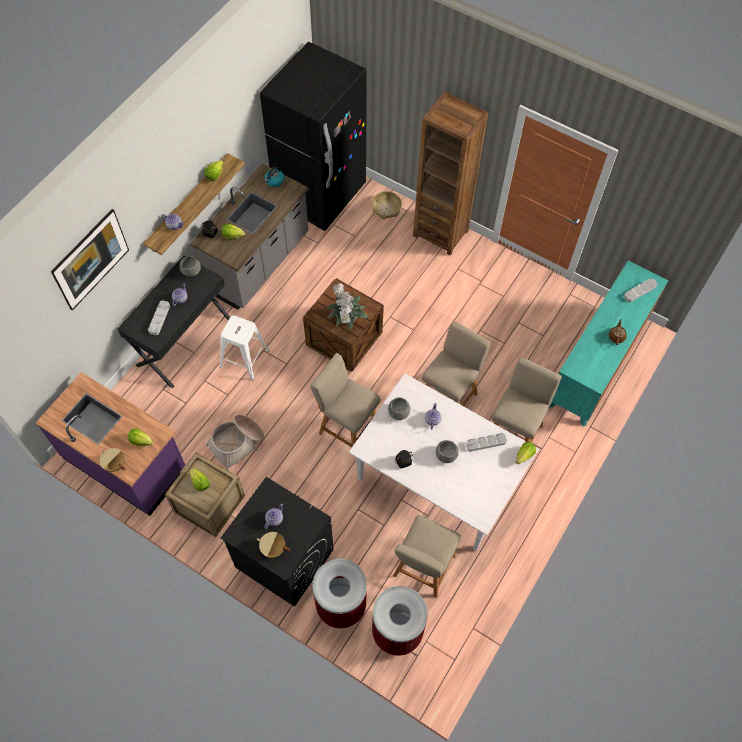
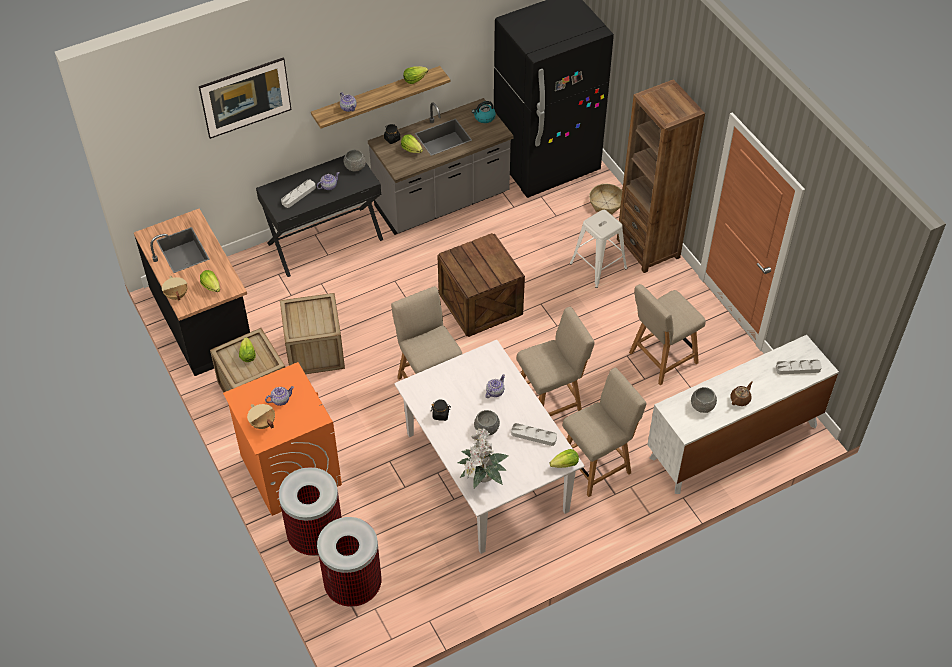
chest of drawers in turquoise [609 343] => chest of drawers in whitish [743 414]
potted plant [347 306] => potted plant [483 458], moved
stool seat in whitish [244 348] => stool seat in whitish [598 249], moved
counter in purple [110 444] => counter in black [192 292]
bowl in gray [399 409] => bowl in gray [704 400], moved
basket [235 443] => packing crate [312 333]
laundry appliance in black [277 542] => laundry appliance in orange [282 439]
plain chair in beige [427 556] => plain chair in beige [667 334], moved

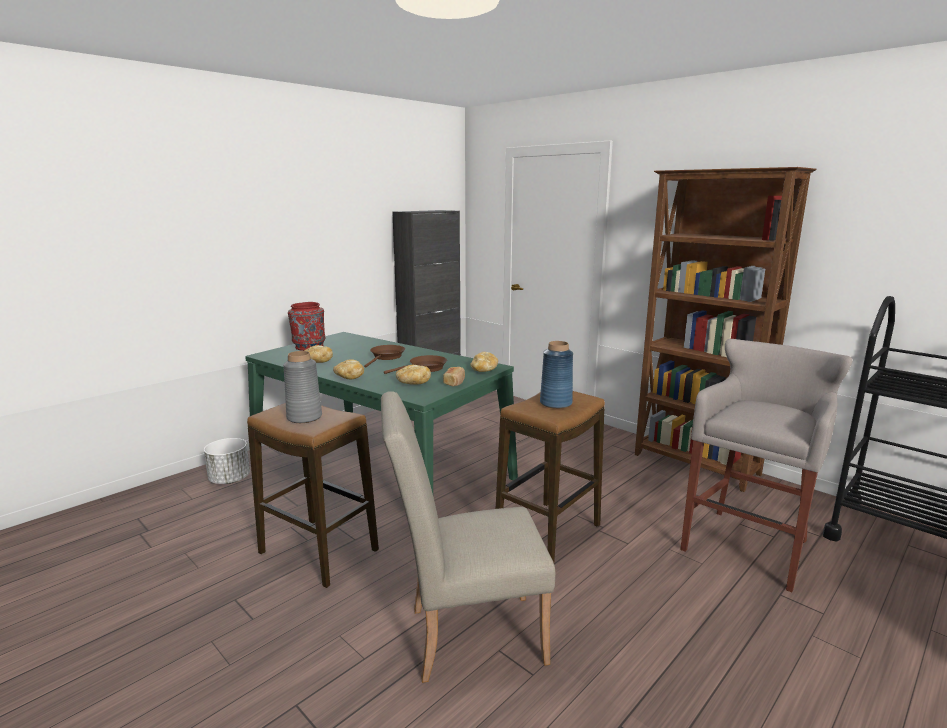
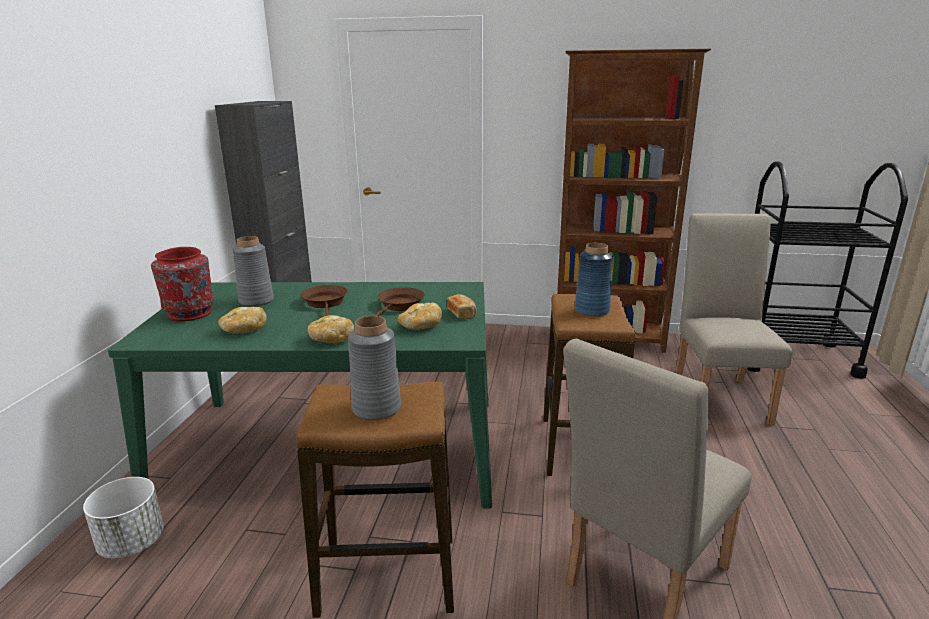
stool seat in gray [766 465] => plain chair in beige [734 319]
bread [484 362] => nothing
nothing => decorative vase in gray [253 271]

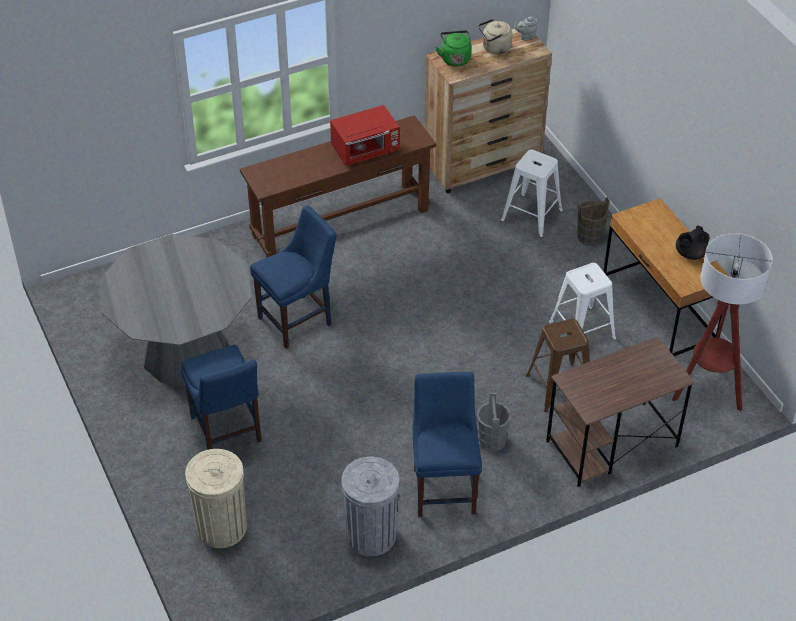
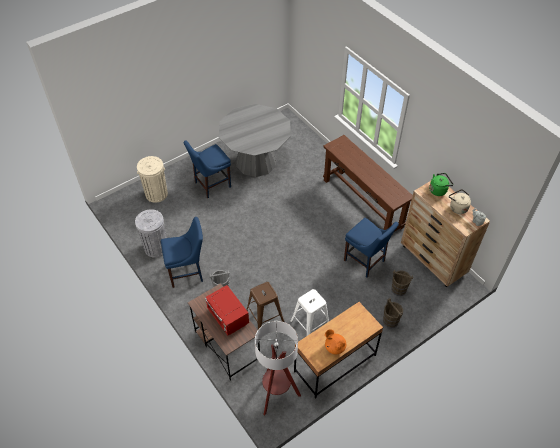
kitchen microwave in reddish [365 135] => kitchen microwave in reddish [227 310], moved
stool seat in whitish [532 193] => bucket in brown-coloured [402 283]
plain chair in blue-coloured [293 277] => plain chair in blue-coloured [371 248], moved
pot for tea in black [693 242] => pot for tea in orange [335 341]

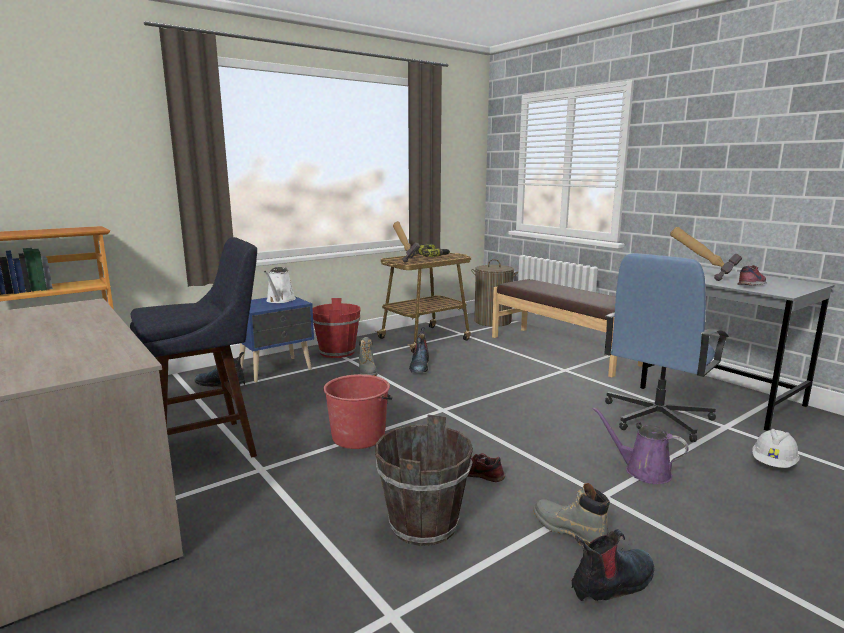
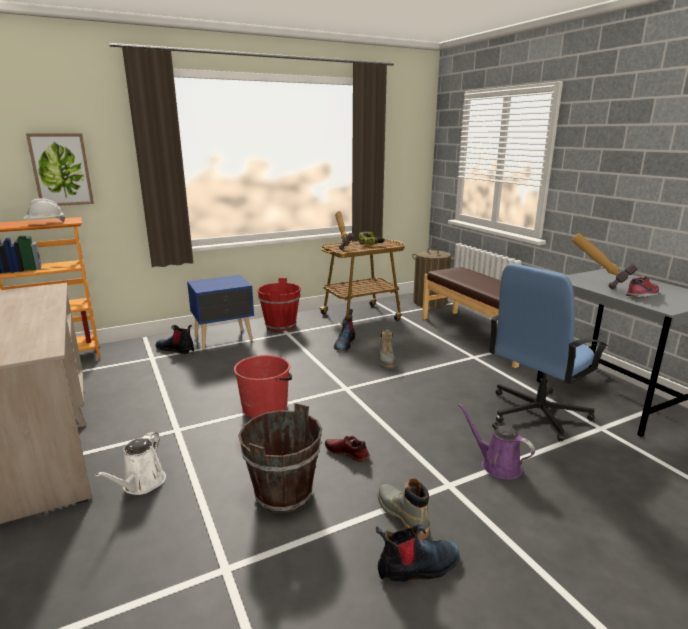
stool seat in blue-coloured [193 347] => nothing
sprinkling can in whitish [280 285] => sprinkling can in whitish [130 463], moved
high-top boot in gray [368 356] => high-top boot in gray [387 348], moved
hard hat in whitish [776 448] => hard hat in whitish [44 210], moved
nothing => wall picture [60 170]

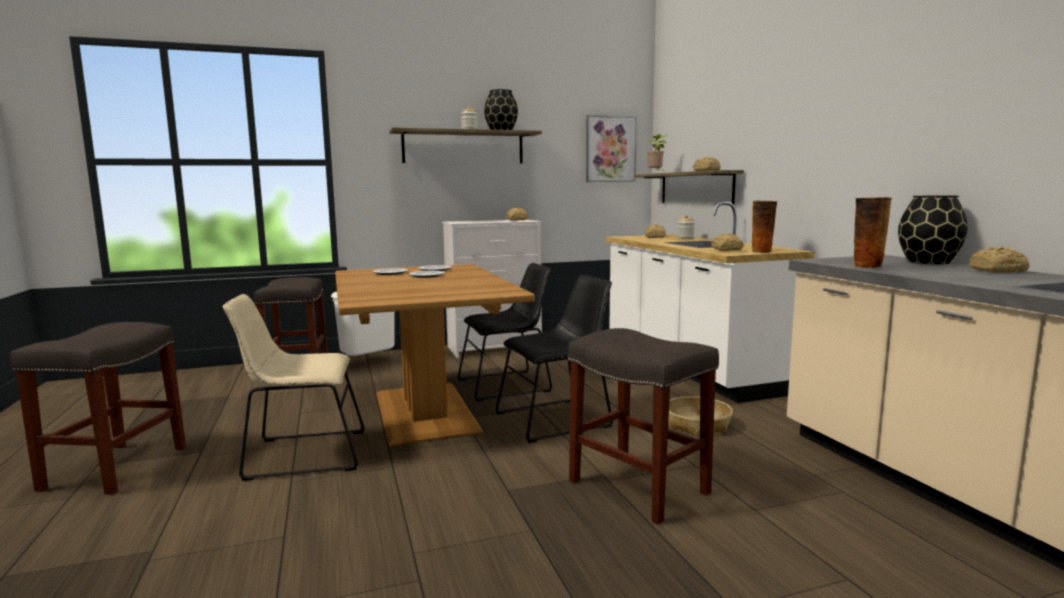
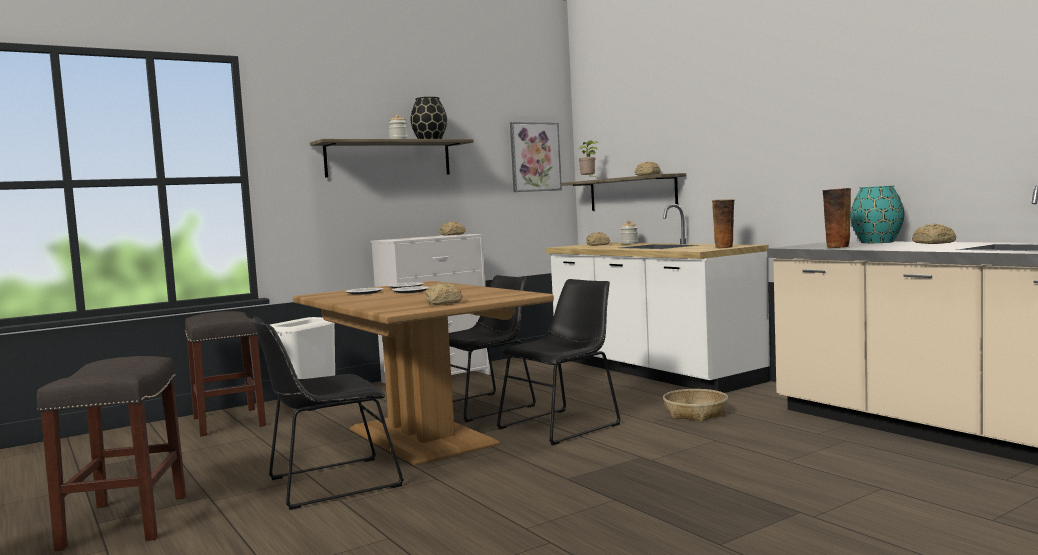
decorative vase in black [933 230] => decorative vase in turquoise [877 214]
bread [727 242] => bread [444 293], moved
plain chair in beige [294 387] => plain chair in black [328 413]
stool seat in gray [643 426] => nothing

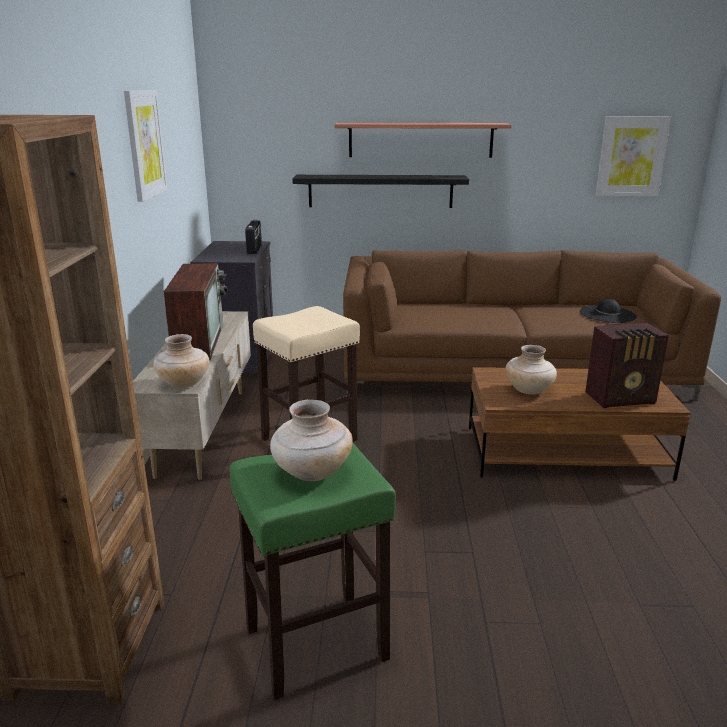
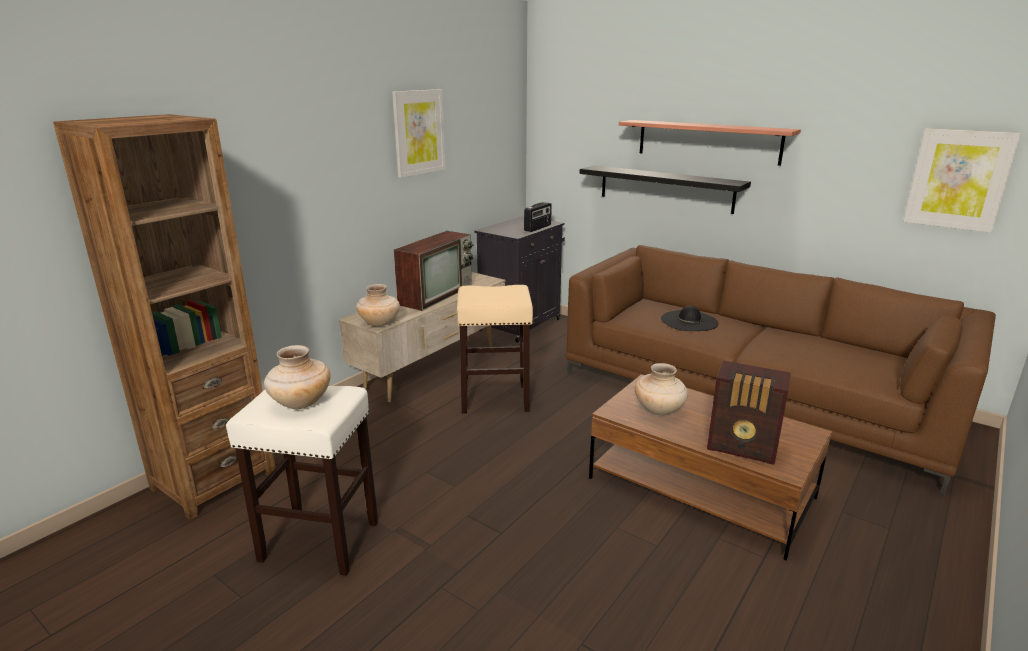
hat in black [608 311] => hat in black [690 318], moved
stool seat in greenish [312 571] => stool seat in whitish [302 481]

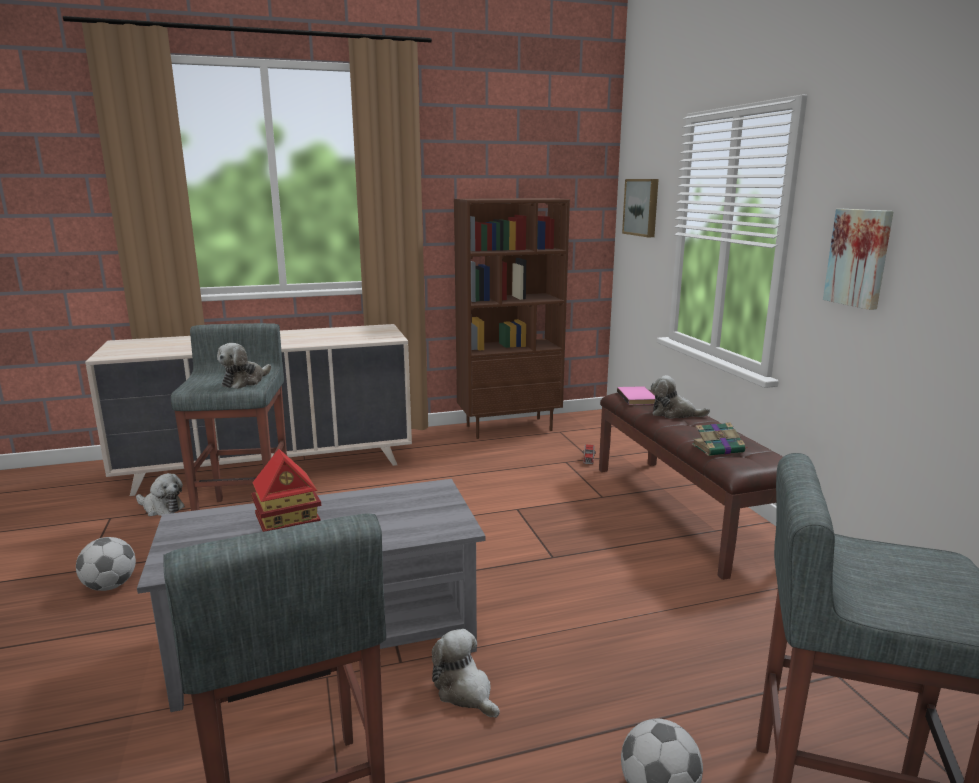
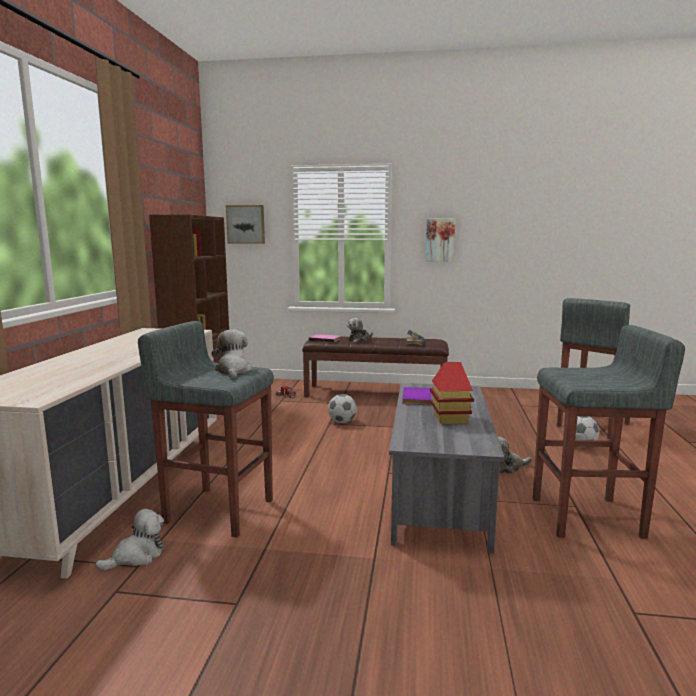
plush toy [244 366] => plush toy [231 354], 150 degrees counterclockwise
football [106 564] => football [342 408], moved
nothing => bound book in purple [416 396]

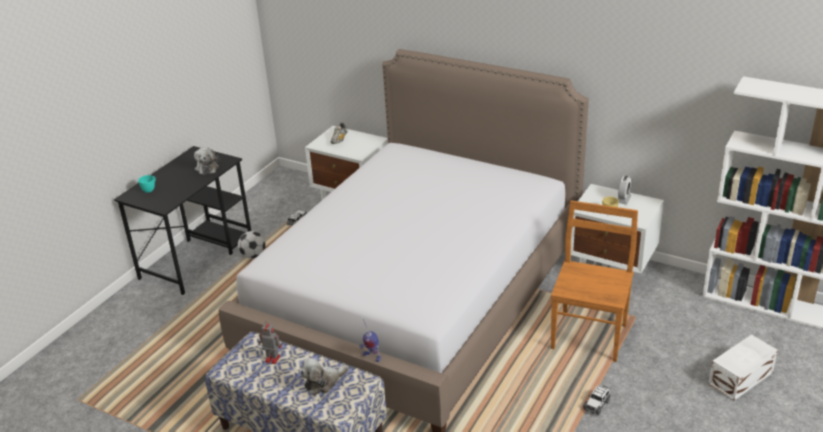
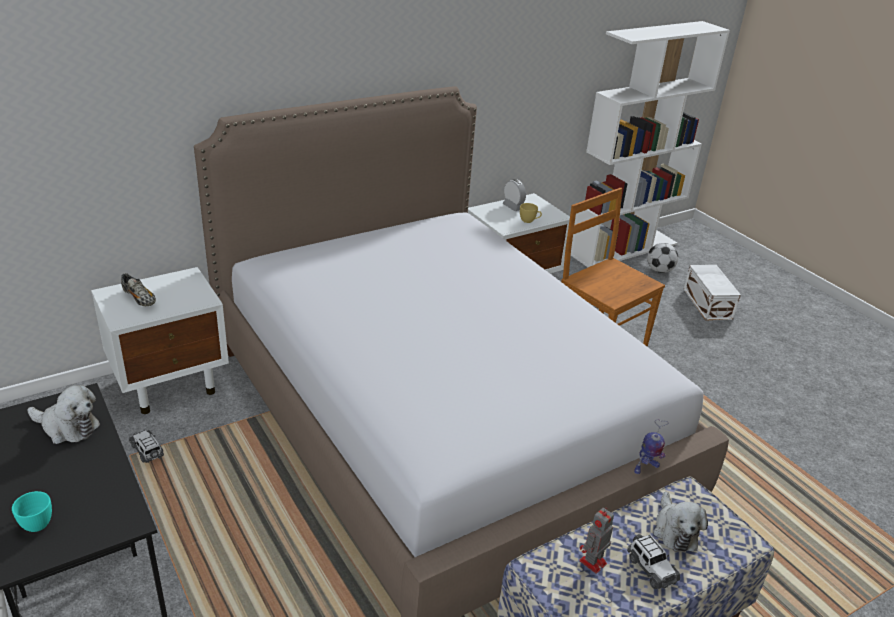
football [252 245] => football [662 258], moved
model car [597 400] => model car [653 561], moved

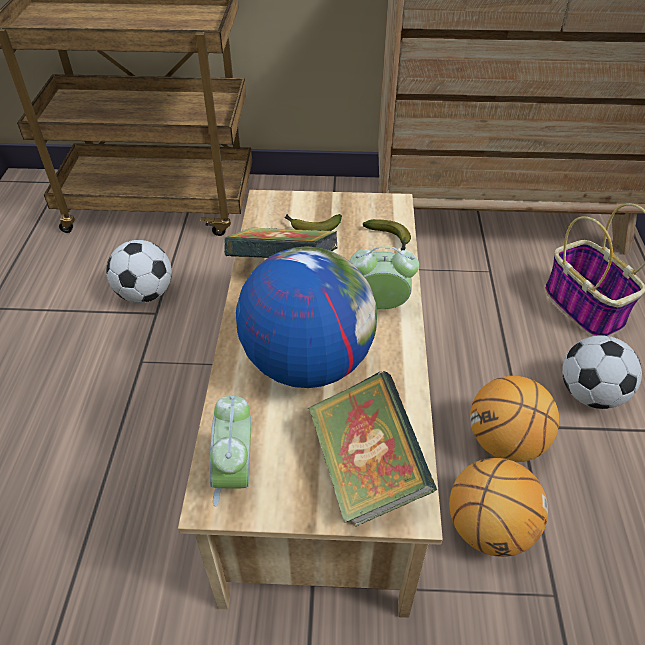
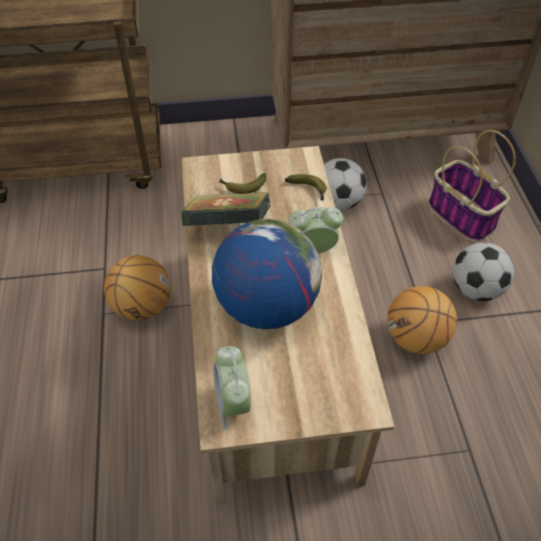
football [139 271] => football [345 184], moved
bound book [372 448] => nothing
basketball ball [498 507] => basketball ball [137 288], moved

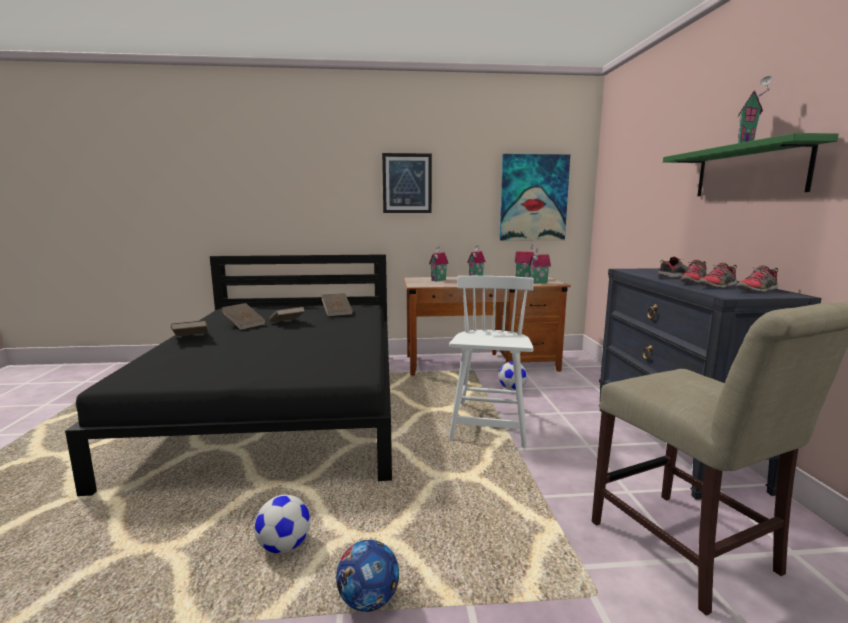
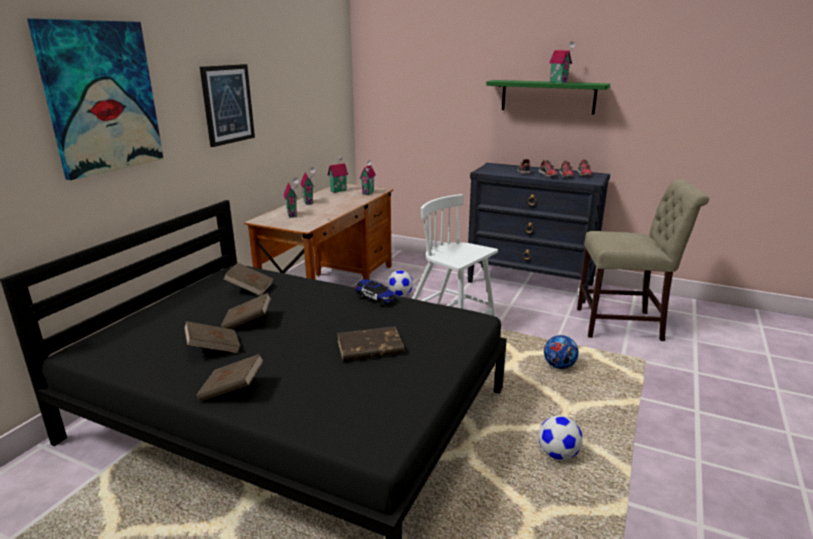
wall picture [535 197] => wall picture [95 99], moved
football [367 576] => football [561 352], moved
nothing => model car [376 292]
nothing => bound book in brown-coloured [371 343]

